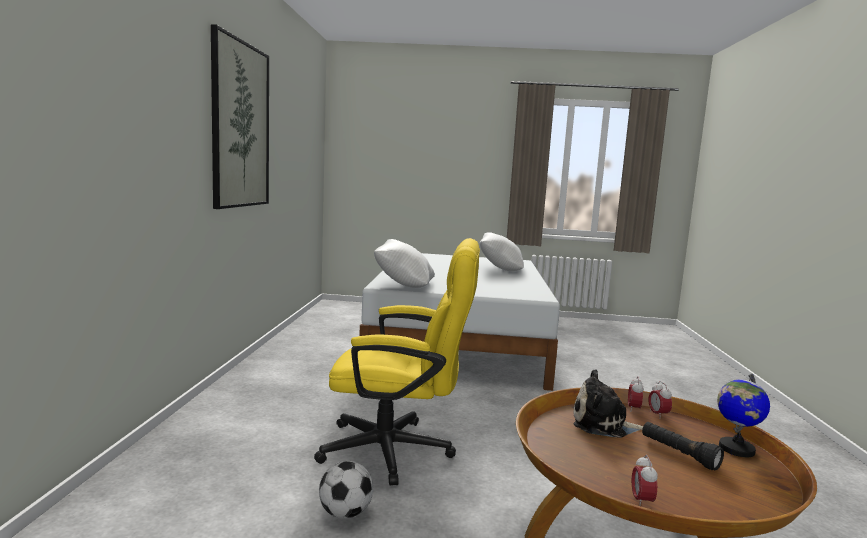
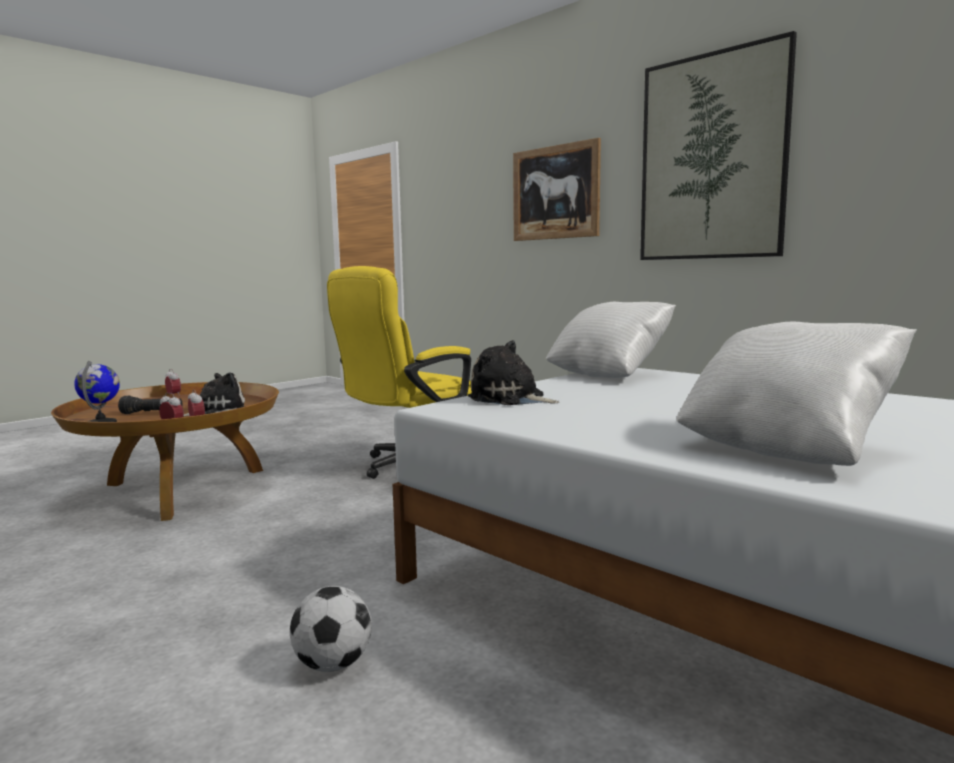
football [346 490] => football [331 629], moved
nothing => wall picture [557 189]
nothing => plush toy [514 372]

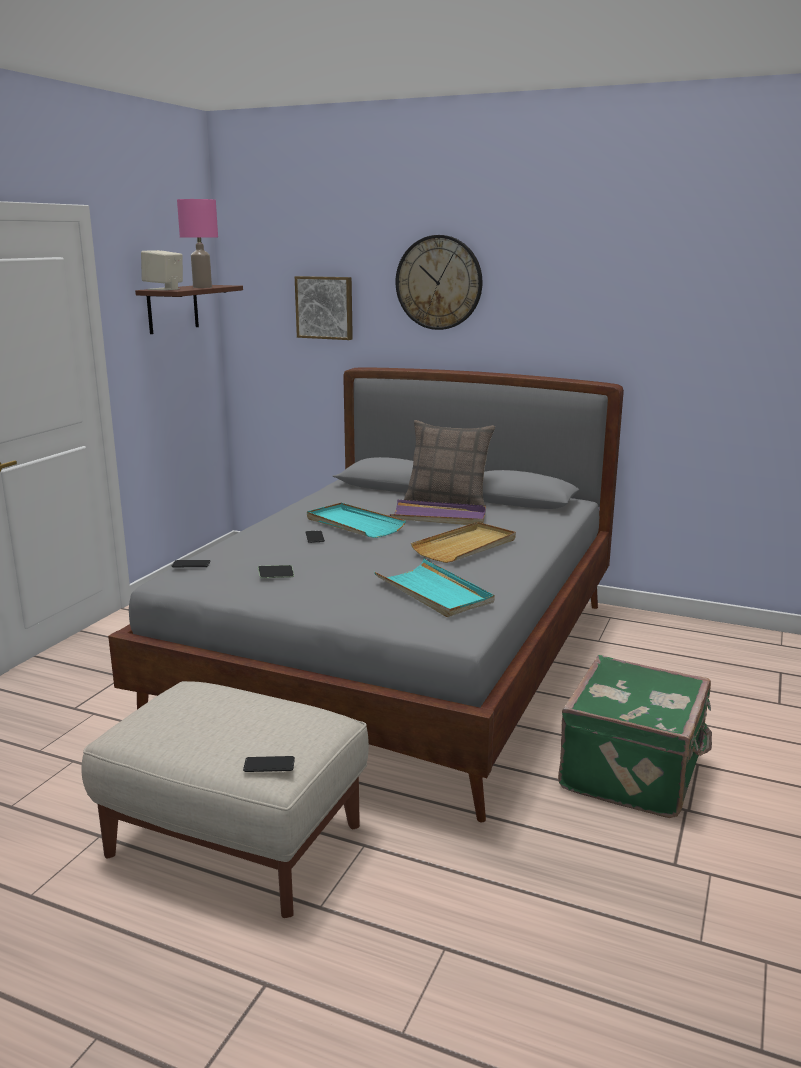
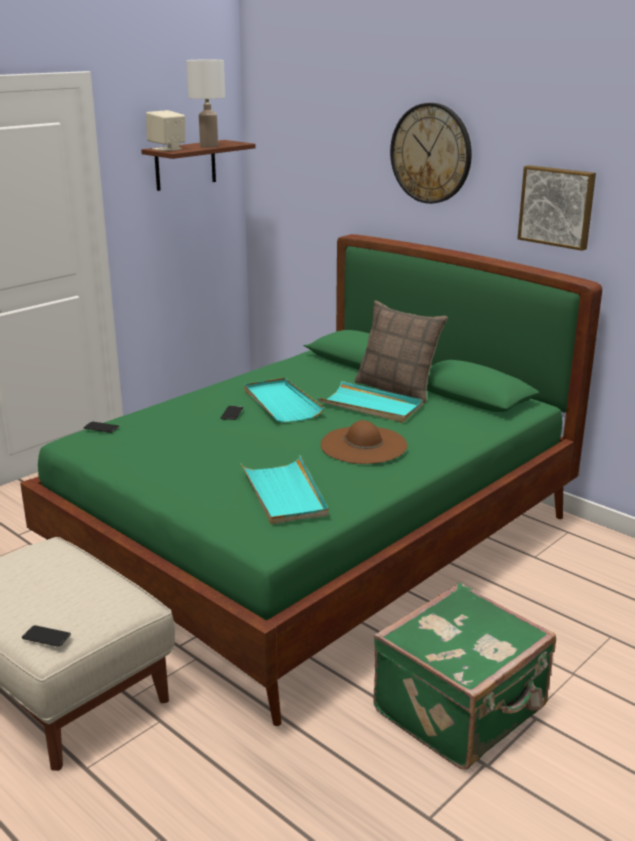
lamp for a table in pink-coloured [197 243] => lamp for a table in whitish [205 104]
wall picture [324 308] => wall picture [556 208], moved
bedroom bed in gray [366 595] => bedroom bed in greenish [311 480]
tray in purple [438 512] => tray in turquoise [370 402]
tray in beige [463 542] => hat in brown-coloured [364 442]
handset [276 571] => nothing

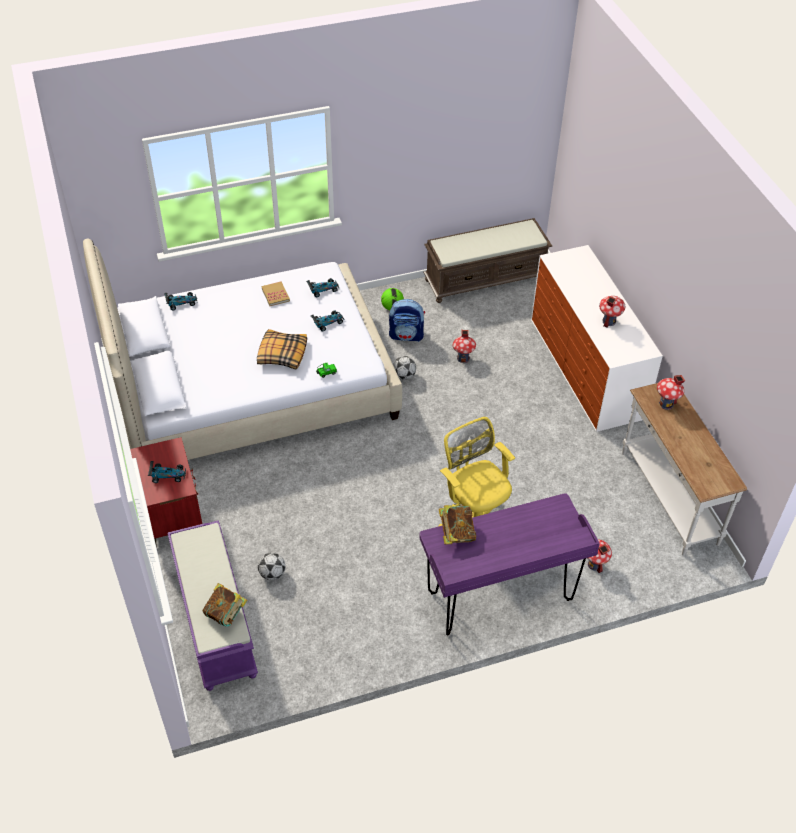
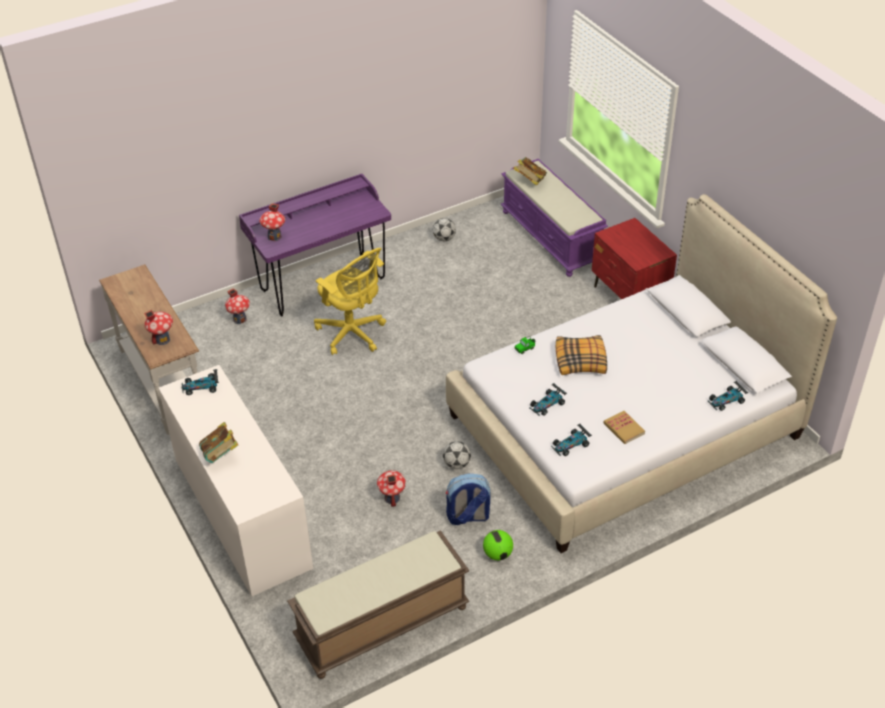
toy house [612 312] => toy house [272 222], moved
model car [167 472] => model car [200 382], moved
bound book [457 524] => bound book [218 442], moved
football [272 566] => football [444 229], moved

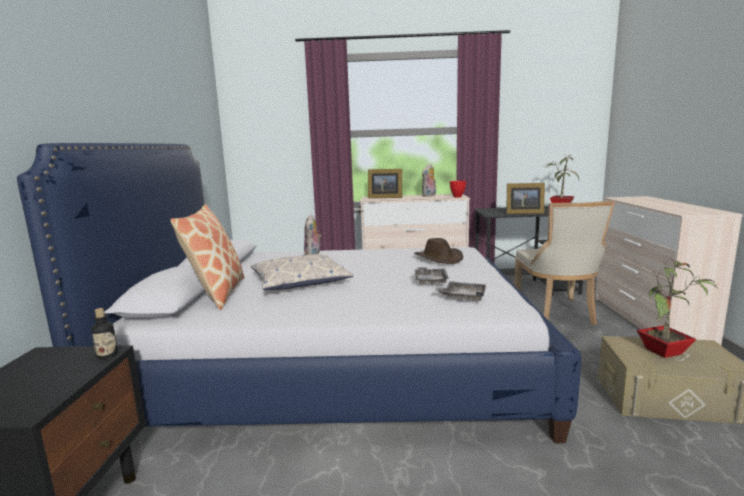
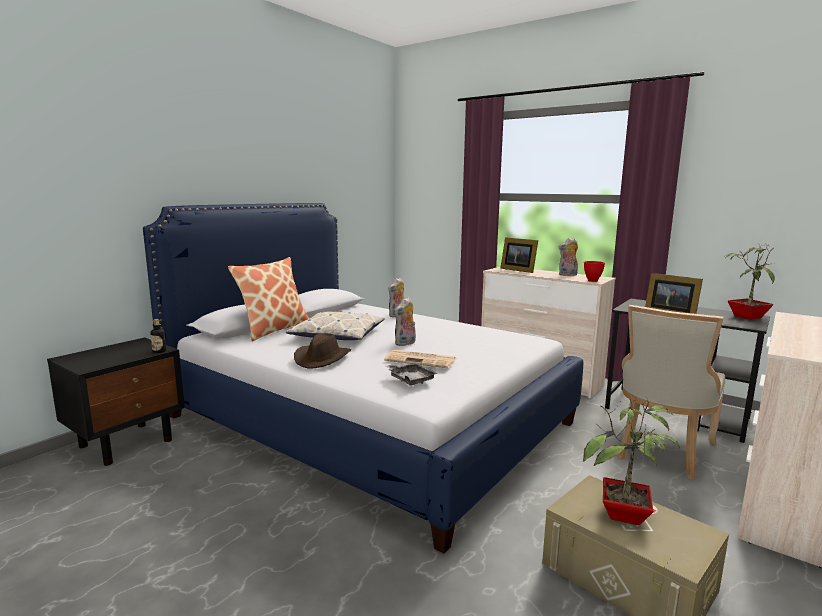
hat in brown-coloured [438 251] => hat in brown-coloured [322 351], moved
tray in gray [432 276] => daily paper [420 359]
nothing => plush toy [405 321]

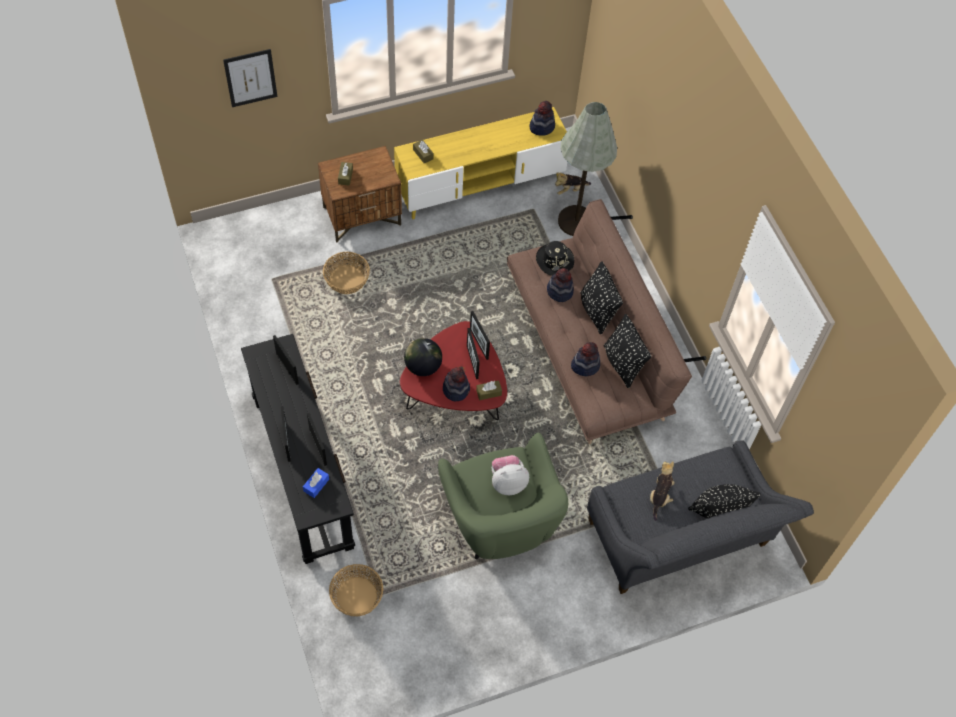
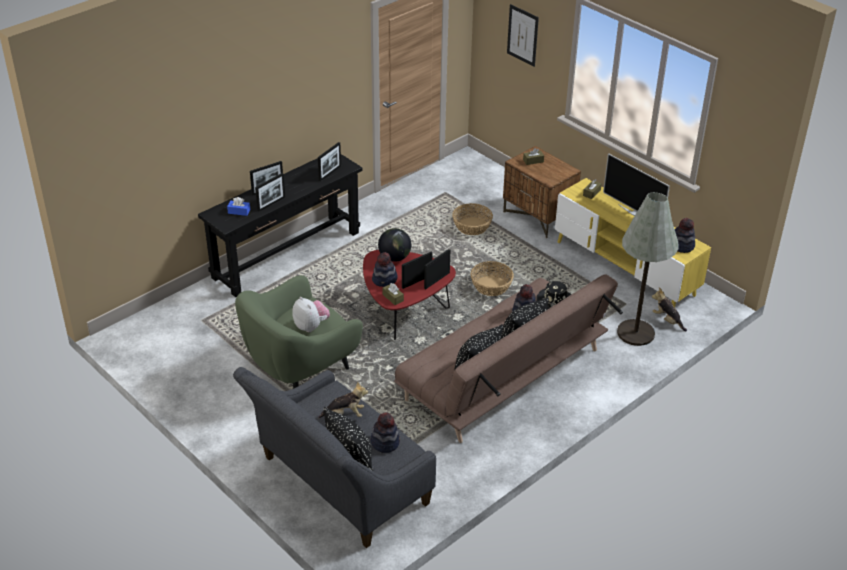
hat [585 359] => hat [385 432], moved
basket [356 590] => basket [492 278], moved
nothing => TV [636 184]

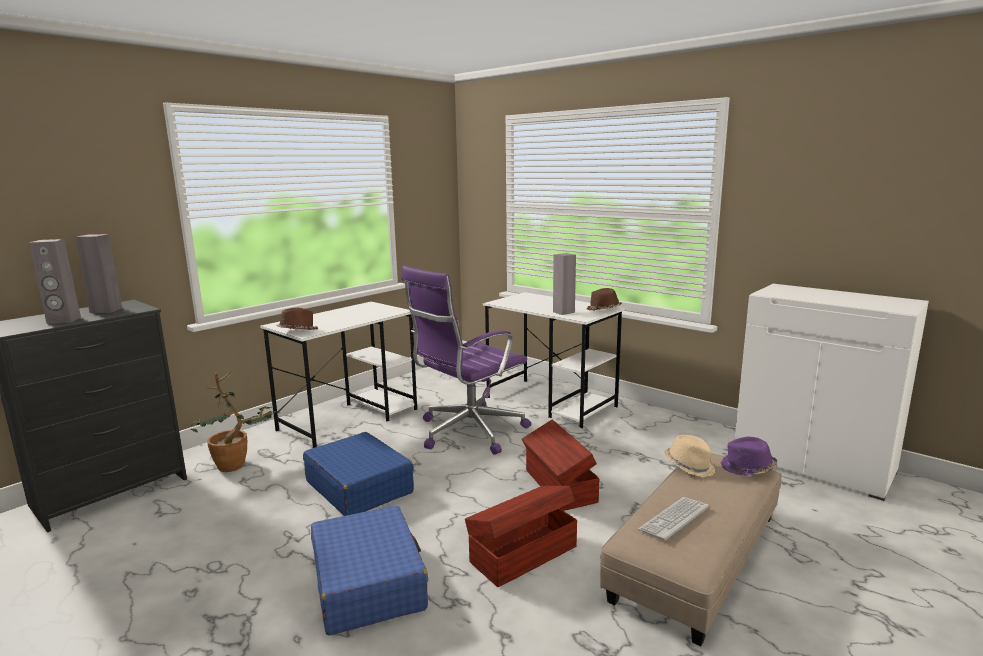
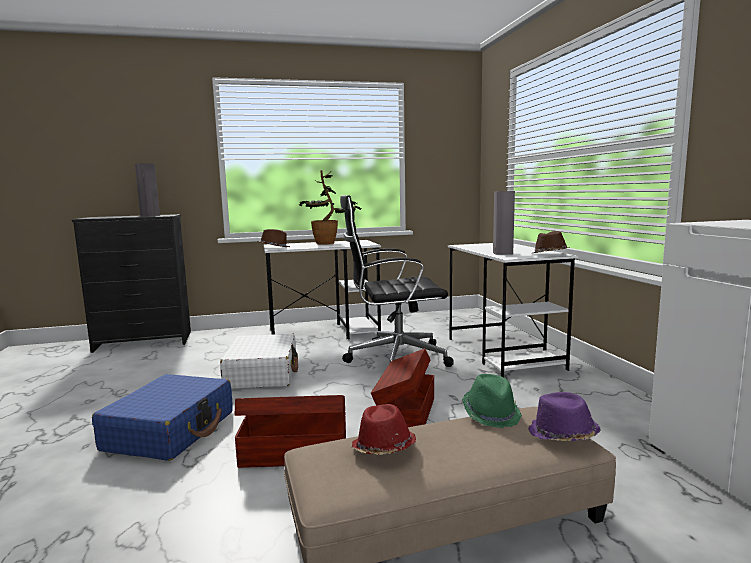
loudspeaker in gray [55 281] => nothing
desk chair in purple [466 360] => desk chair in black [397 281]
potted plant [235 421] => potted plant [330 207], moved
travel case in blue-coloured [358 474] => travel case in whitish [259 361]
hat in beige [689 456] => hat in greenish [492 401]
keyboard [673 519] => hat in reddish [384 429]

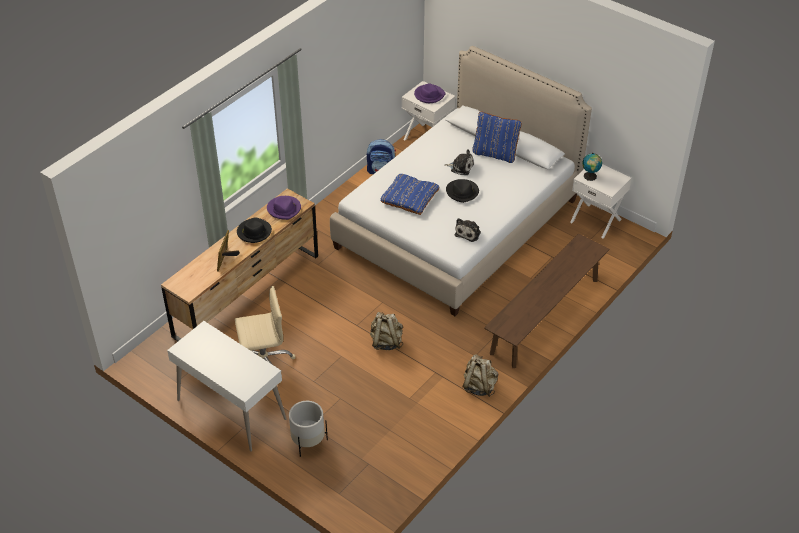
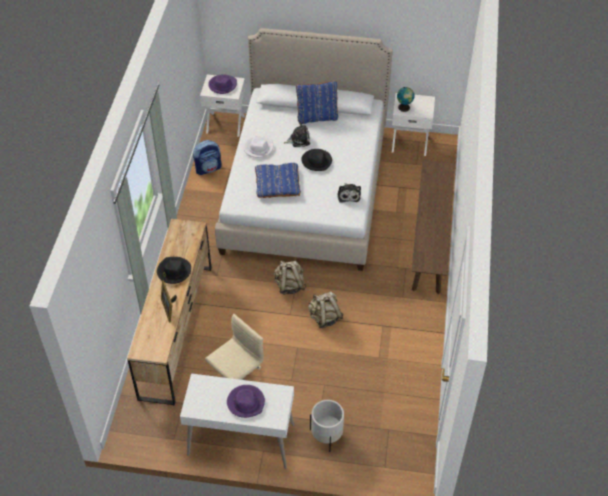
hat in purple [284 208] => hat in purple [246 401], moved
backpack in beige [480 375] => backpack in beige [290 277], moved
nothing => hat in whitish [258 147]

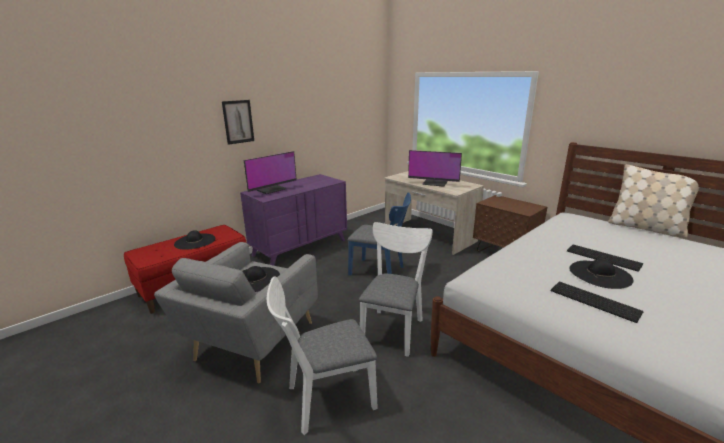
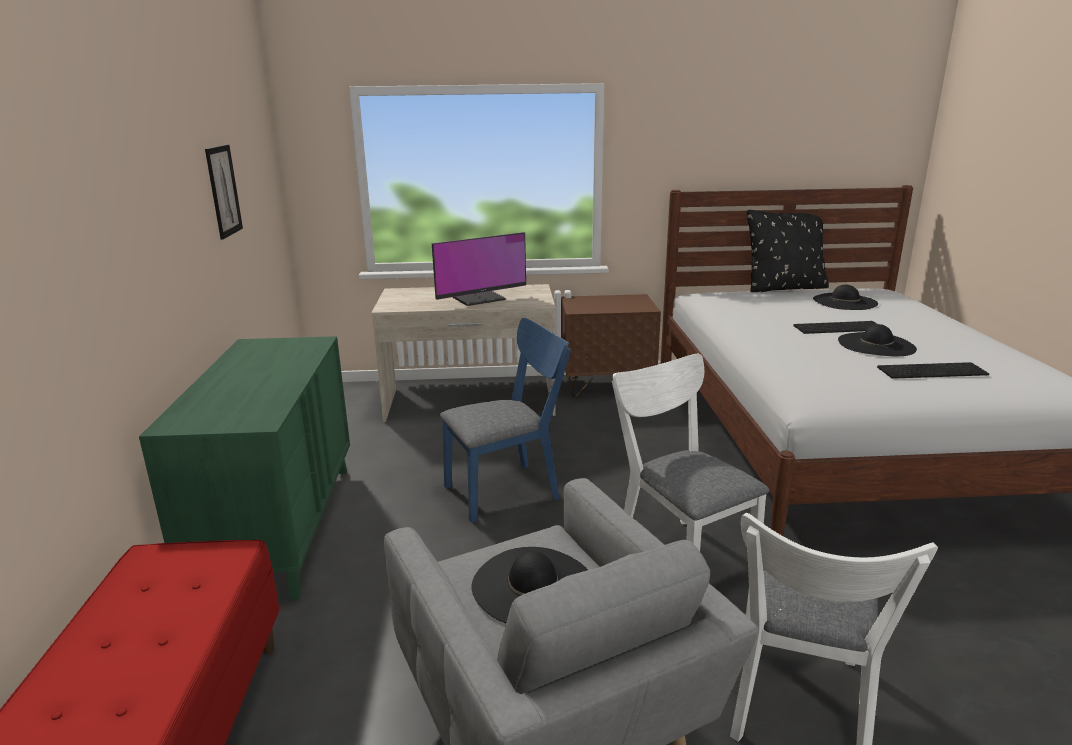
wall picture [238 122] => wall picture [224 192], moved
computer display [270 172] => nothing
pillow in beige [654 201] => pillow in black [788 250]
chest of drawers in purple [293 220] => chest of drawers in greenish [244 468]
hat in black [194 240] => hat in black [845 297], moved

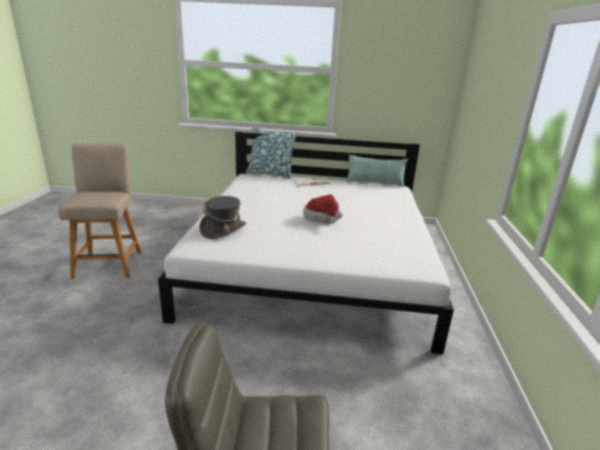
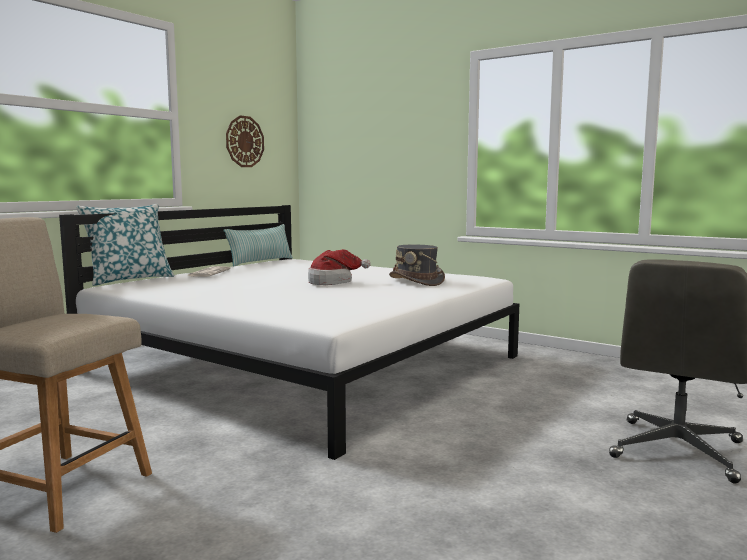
hat in gray [223 217] => hat in gray [417 265], moved
nothing => wall clock [245 141]

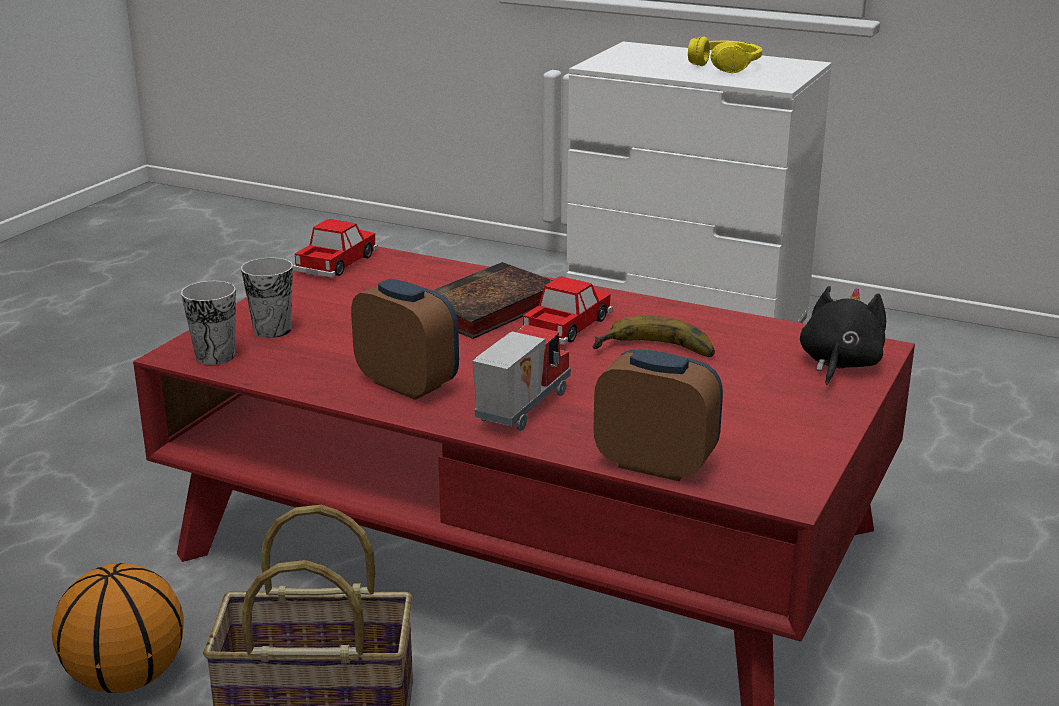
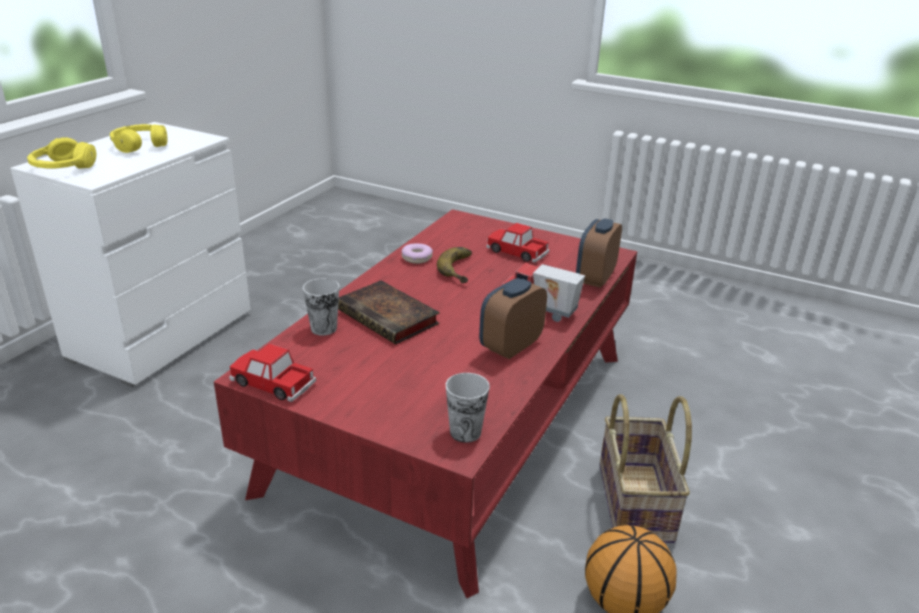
cup [267 297] => cup [321 307], moved
model car [566 310] => model car [517 242], moved
plush toy in black [843 335] => nothing
nothing => pair of headphones in yellowish [61 153]
nothing => donut [417 253]

